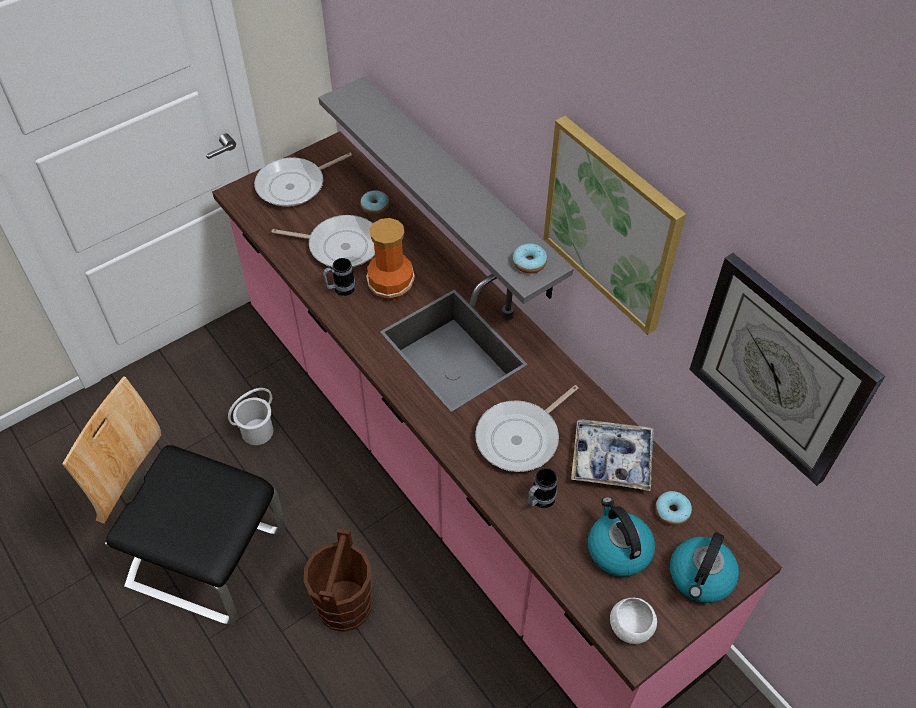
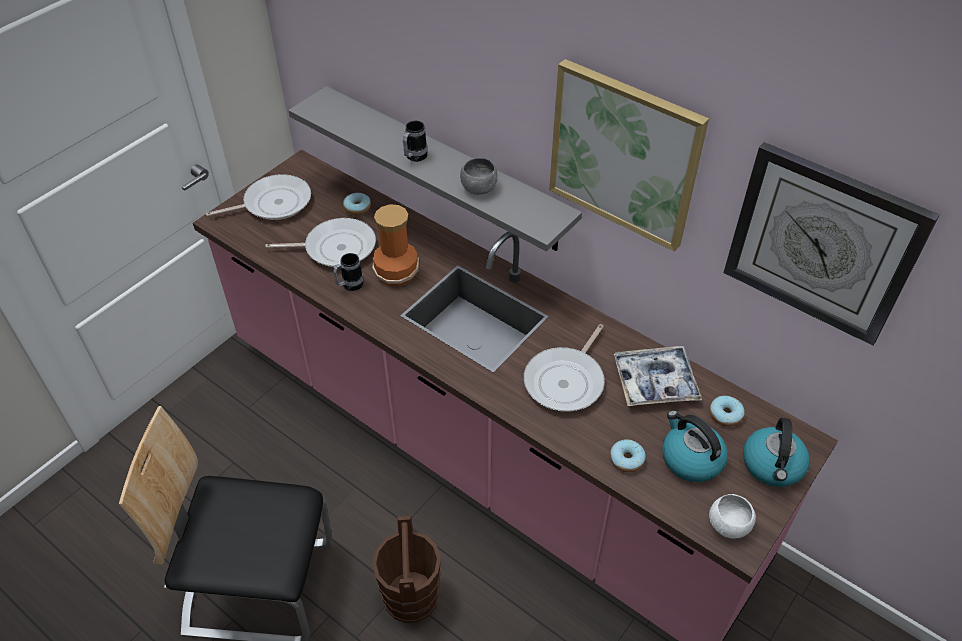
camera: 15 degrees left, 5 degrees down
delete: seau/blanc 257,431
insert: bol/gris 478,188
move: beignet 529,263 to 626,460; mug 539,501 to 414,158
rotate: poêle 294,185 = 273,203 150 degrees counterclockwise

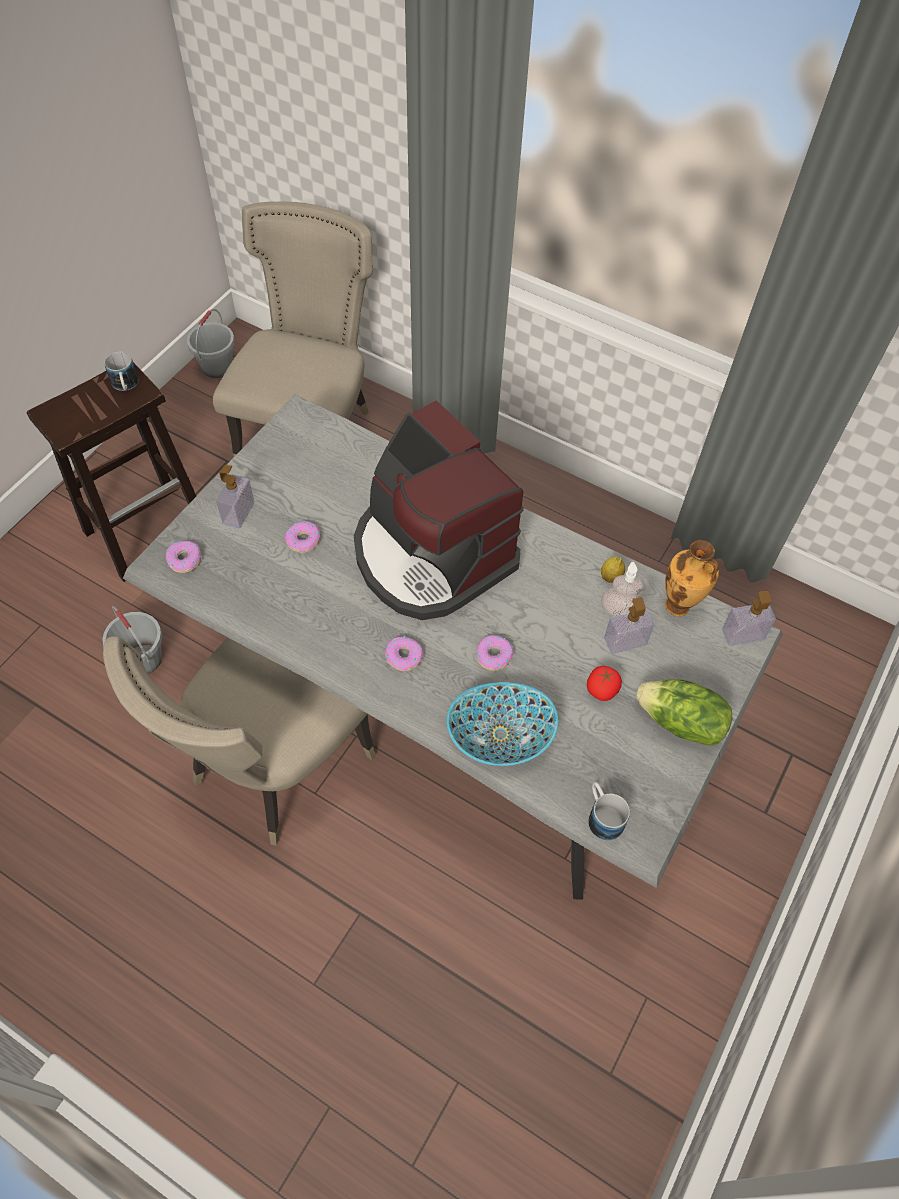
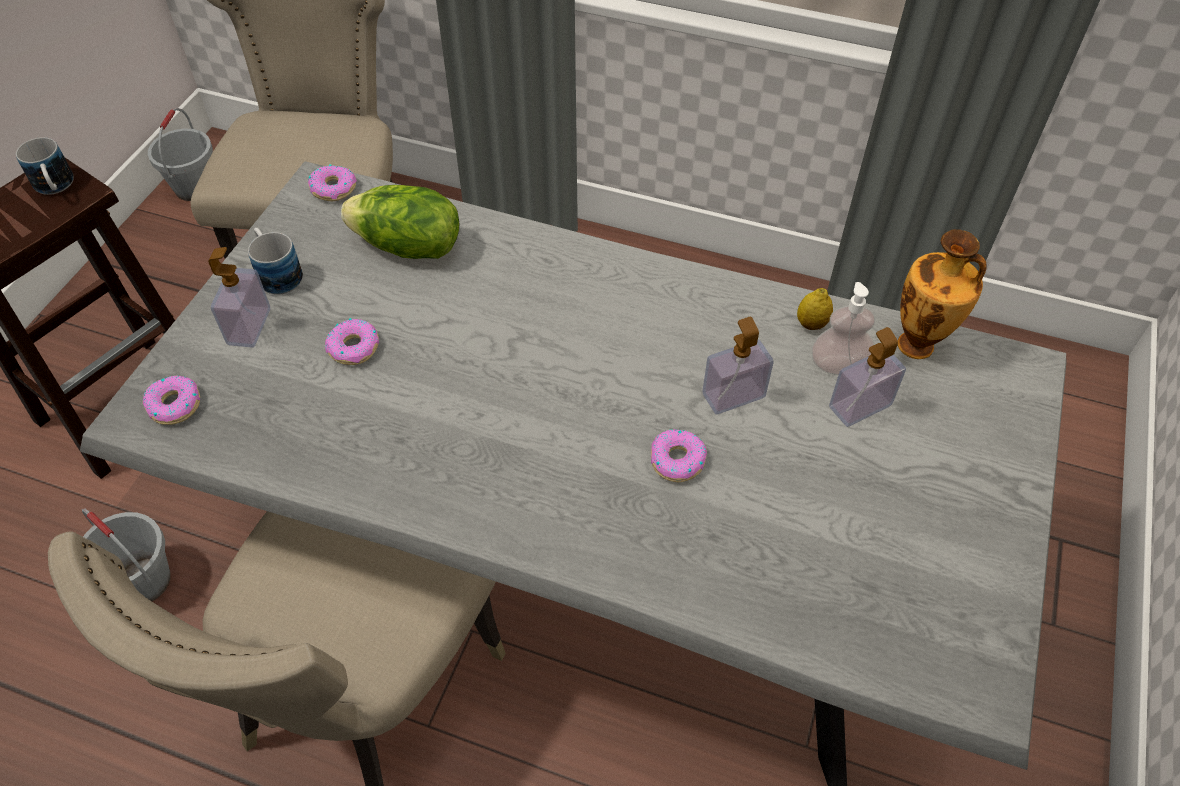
camera: 10 degrees left, 5 degrees down
delete: machine à café 431,555; bol 500,735; tomate 601,690
move: beignet 403,656 to 333,188; mug 602,815 to 277,273; laitue 680,723 to 408,247; distributeur de savon 742,634 to 733,395

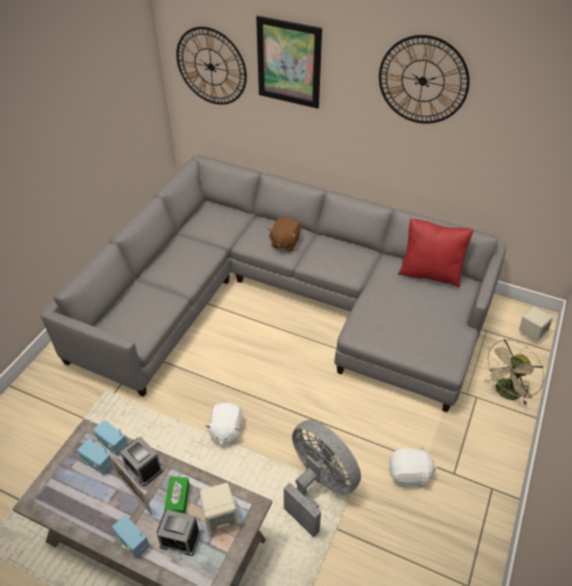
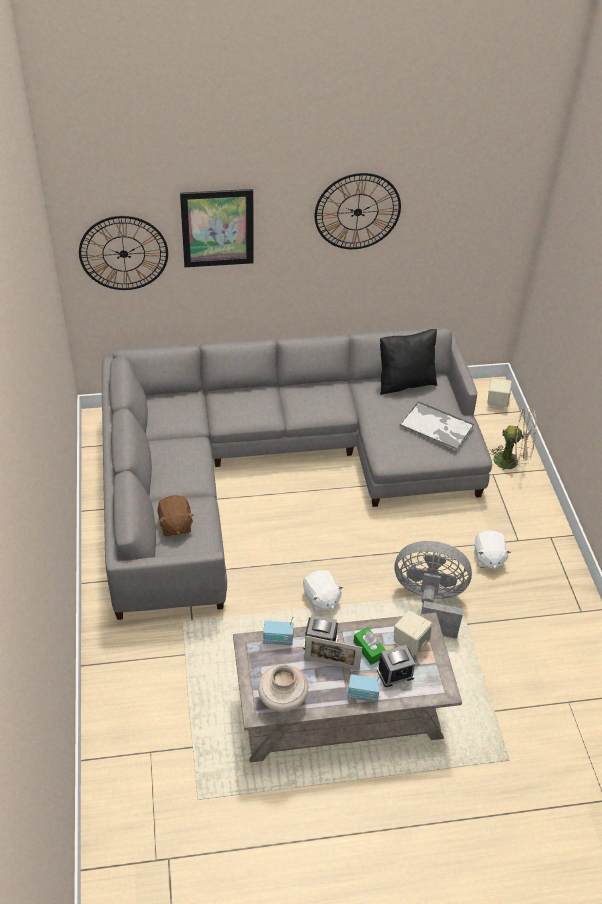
camera: 35 degrees left, 0 degrees up
delete: radio 98,463
insert: vase/beige 282,699; plateau 437,427
move: peluche/marron 284,242 to 175,525
recolor: coussin/rouge 430,273 to coussin/noir 405,382
rotate: peluche/blanc 409,475 = 488,558 120 degrees clockwise; ventilateur/beige 506,393 = 511,461 90 degrees counterclockwise

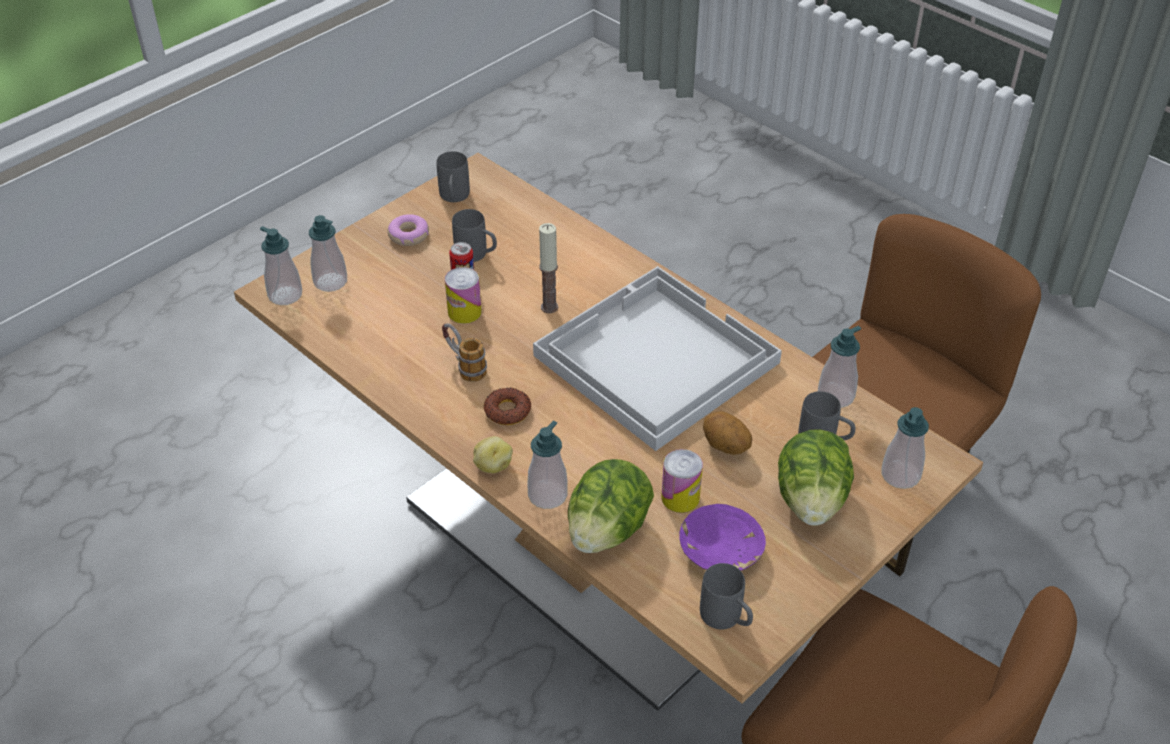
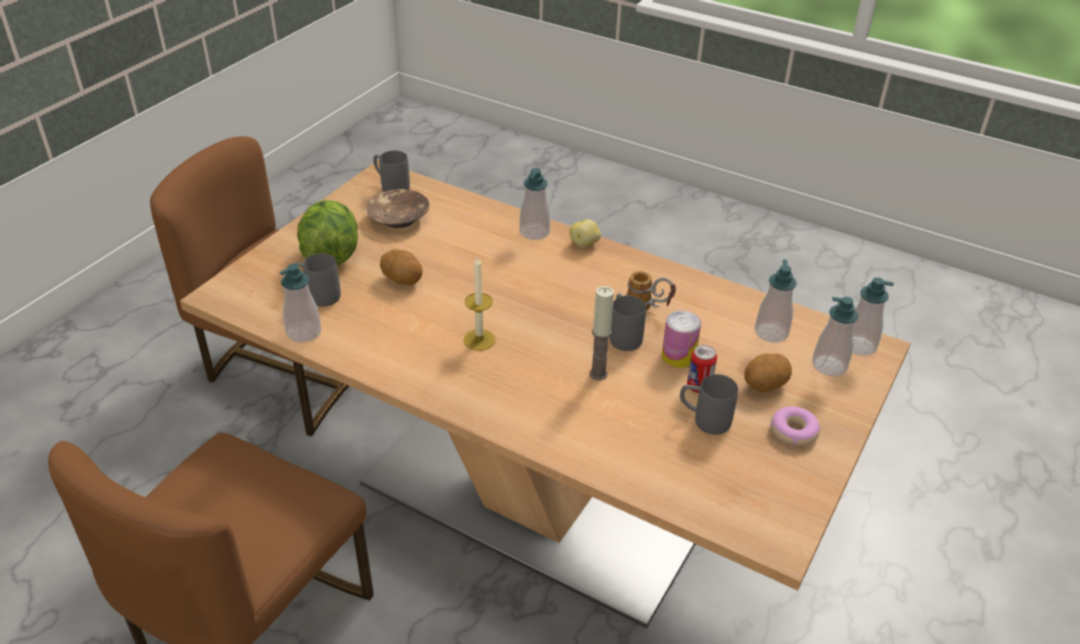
camera: 165 degrees right, 5 degrees down
delete: beignet 507,411; laitue 608,530; boîte métallique 680,497
insert: pomme de terre 764,385
move: mug/gris 454,198 to 623,335; distributeur de savon 900,475 to 771,332
replace: plateau/blanc 653,359 to bougie 479,340
recolor: bol/violet 720,551 to bol/marron 399,218

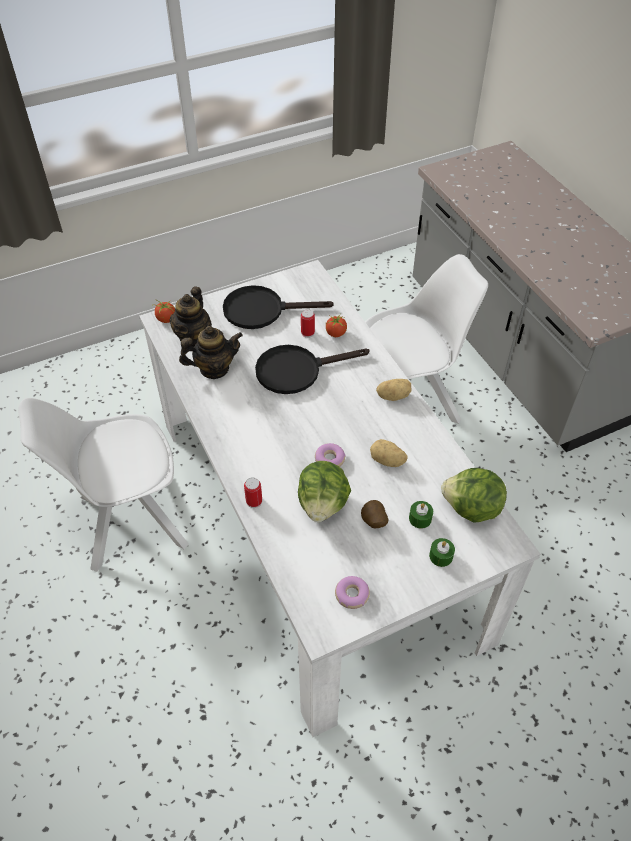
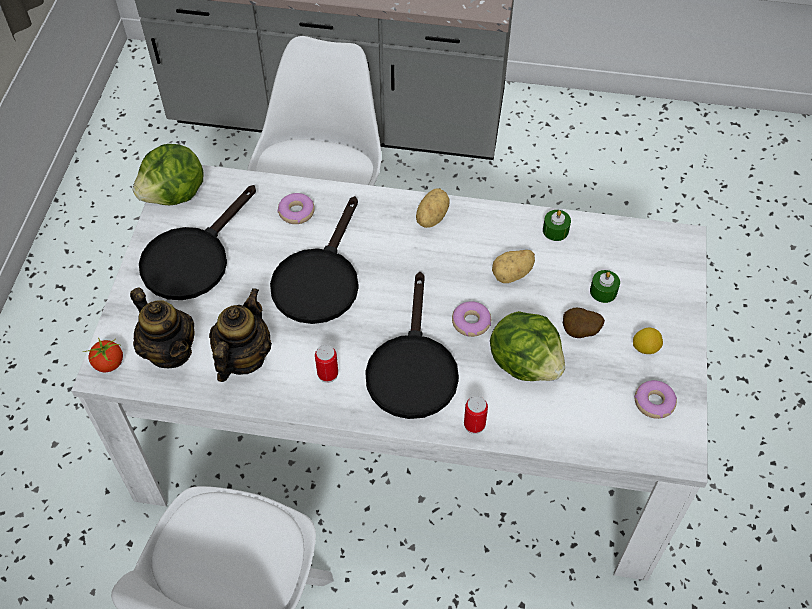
camera: 55 degrees left, 5 degrees up
insert: poêle/noir 412,367; citron 645,348
move: boîte métallique 307,333 to 328,374; bougie/vert 441,556 to 555,230; laitue 471,509 to 175,195
replace: tomate 335,333 to beignet 296,212

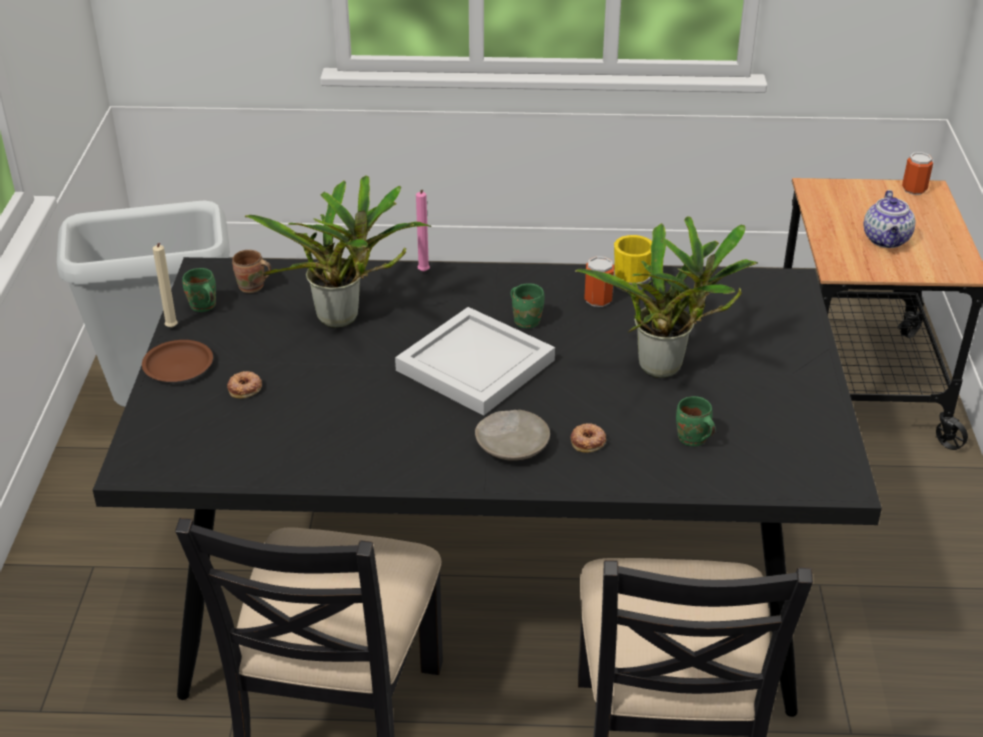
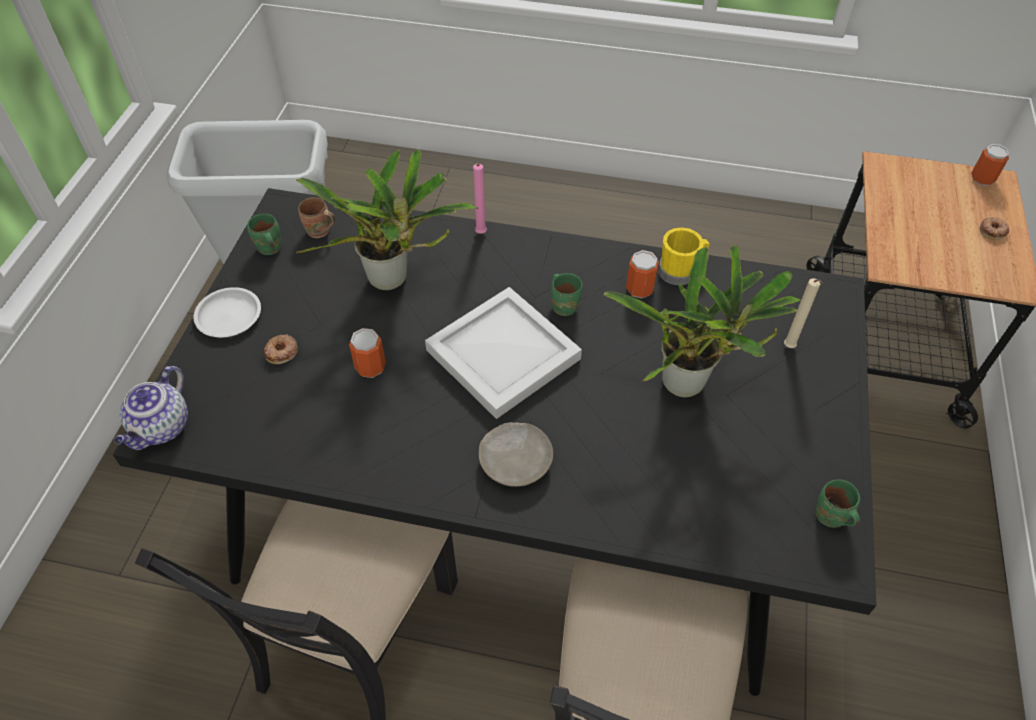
camera: 10 degrees right, 15 degrees up
insert: boîte métallique 370,367
move: bougie/beige 172,328 to 789,348; beignet 588,441 to 993,230; mug/vert 692,440 to 830,518; théière 886,240 to 161,428
recolor: assiette/marron 179,366 to assiette/blanc 229,316

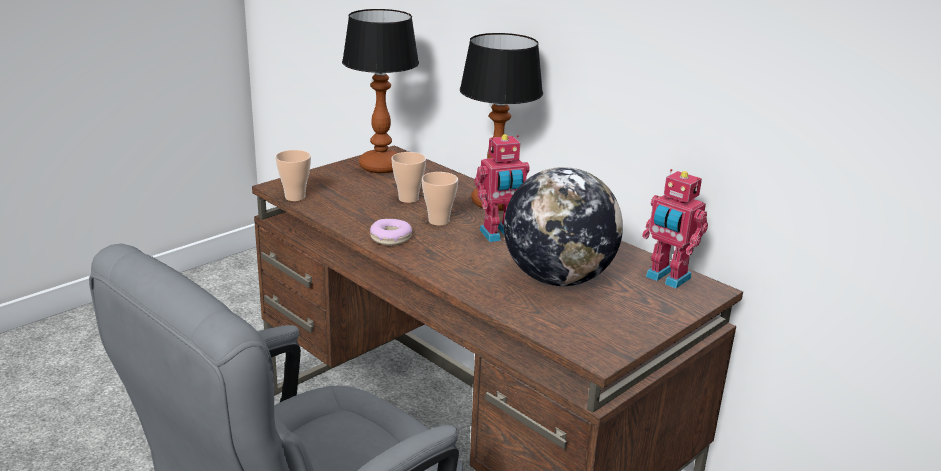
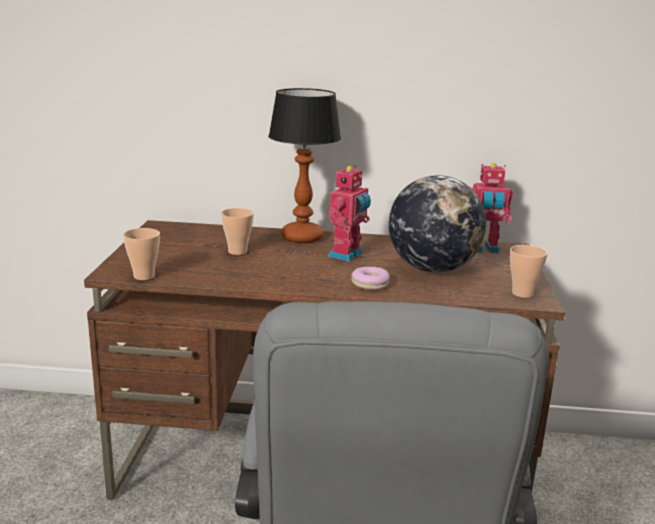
camera: 40 degrees left, 5 degrees down
delete: lampe de table 380,166
move: beignet 391,238 to 370,284; tasse 438,221 to 522,293

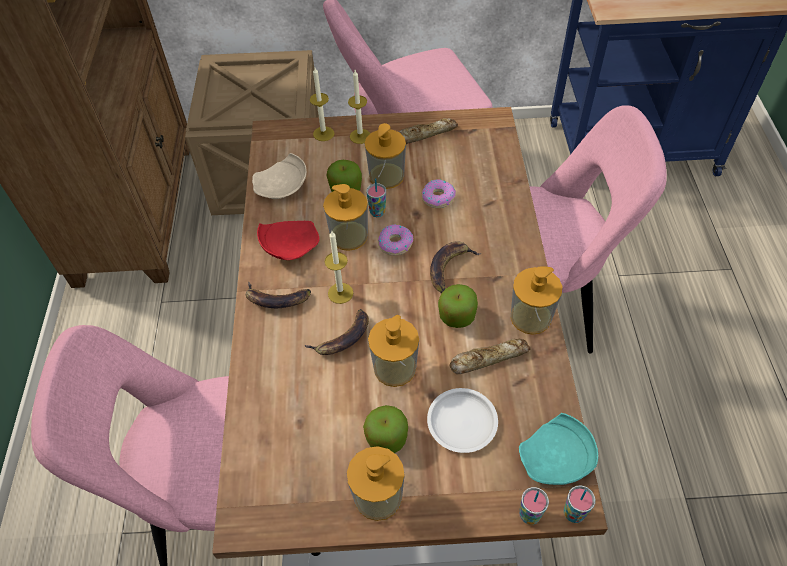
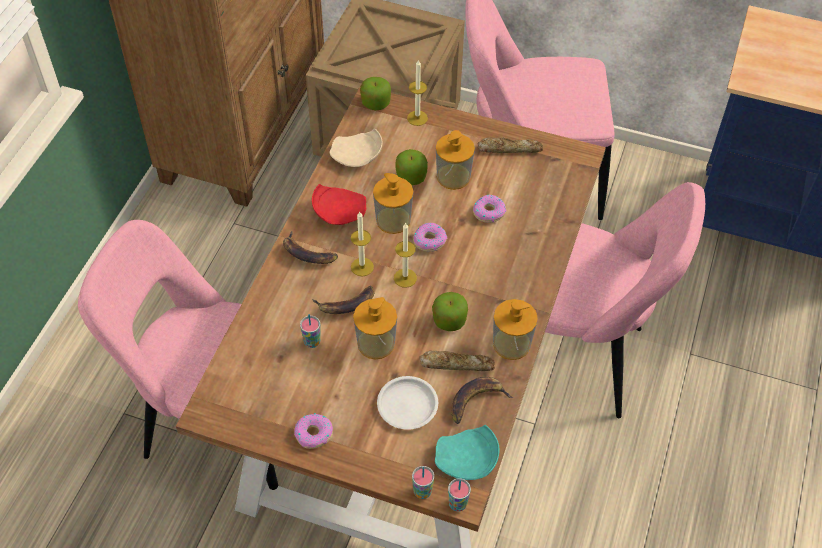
camera: 20 degrees right, 0 degrees up
move: bougie 360,136 to 405,278; pomme 386,438 to 375,103; tasse 377,212 to 312,342; banane 450,268 to 476,401
replace: distributeur de savon 378,496 to beignet 314,434

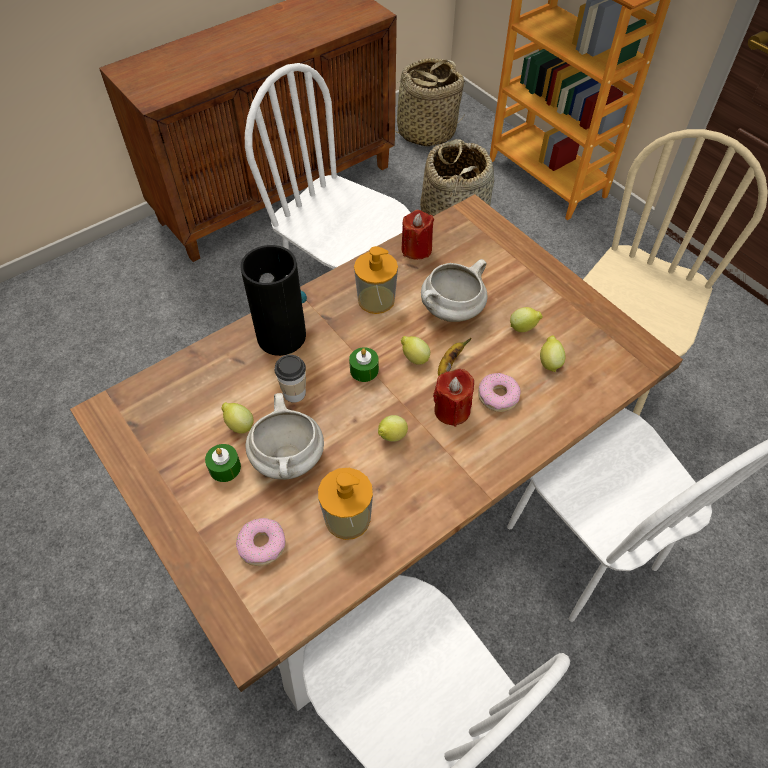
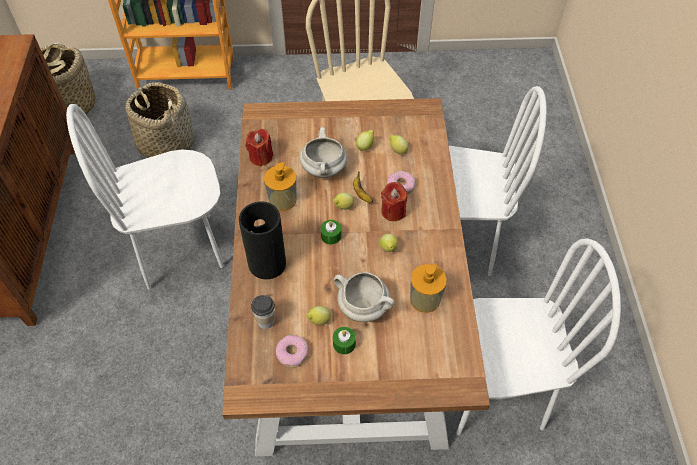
camera: 55 degrees left, 0 degrees up
move: beignet 262,545 to 292,353; tasse 294,393 to 265,321

